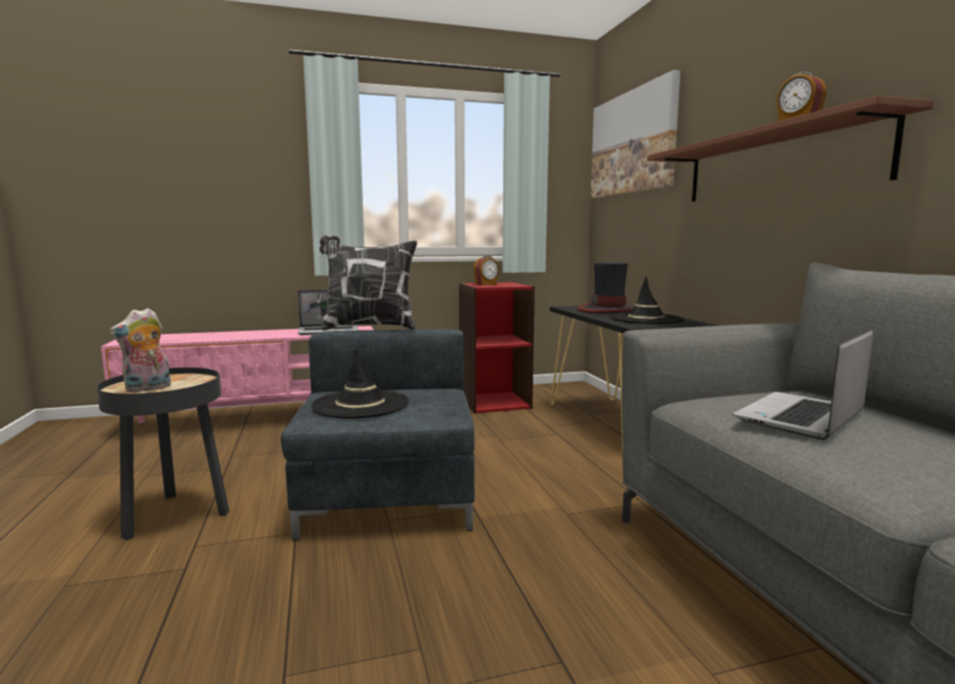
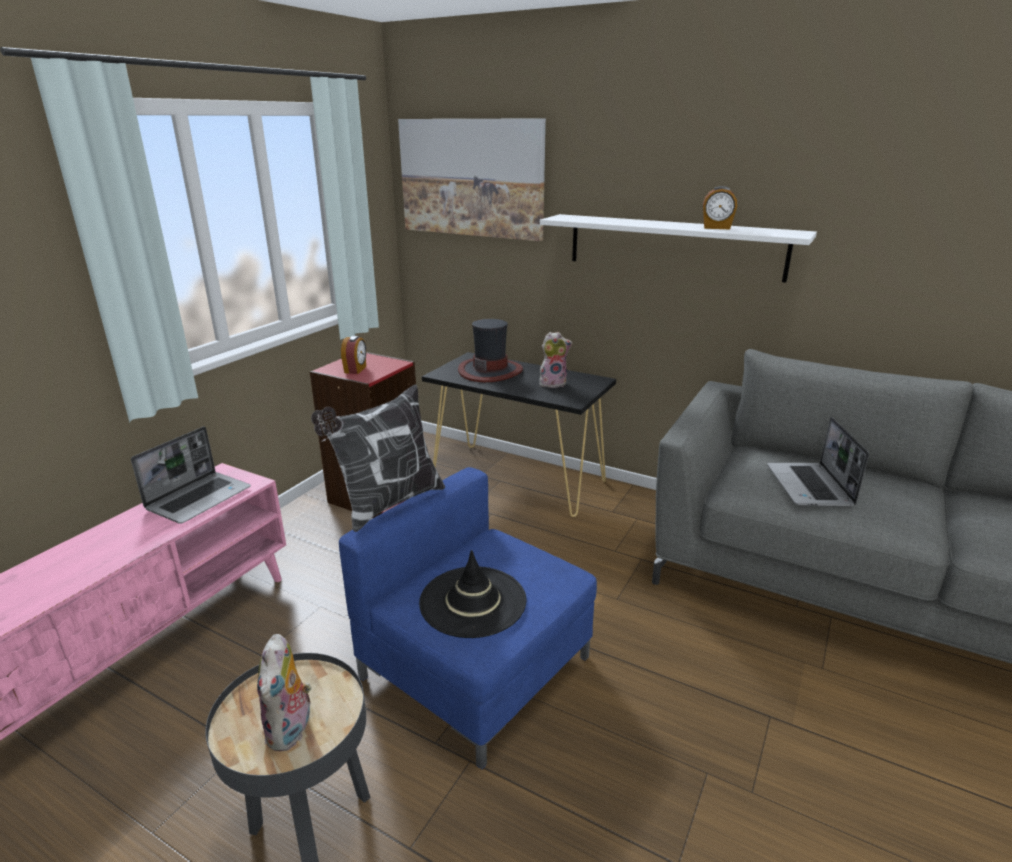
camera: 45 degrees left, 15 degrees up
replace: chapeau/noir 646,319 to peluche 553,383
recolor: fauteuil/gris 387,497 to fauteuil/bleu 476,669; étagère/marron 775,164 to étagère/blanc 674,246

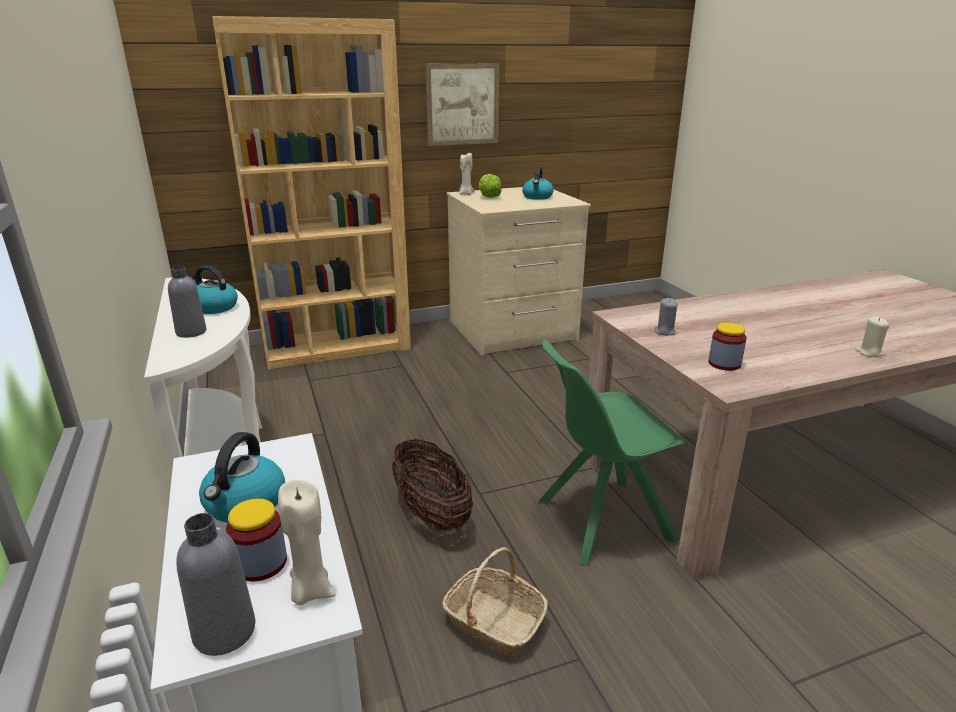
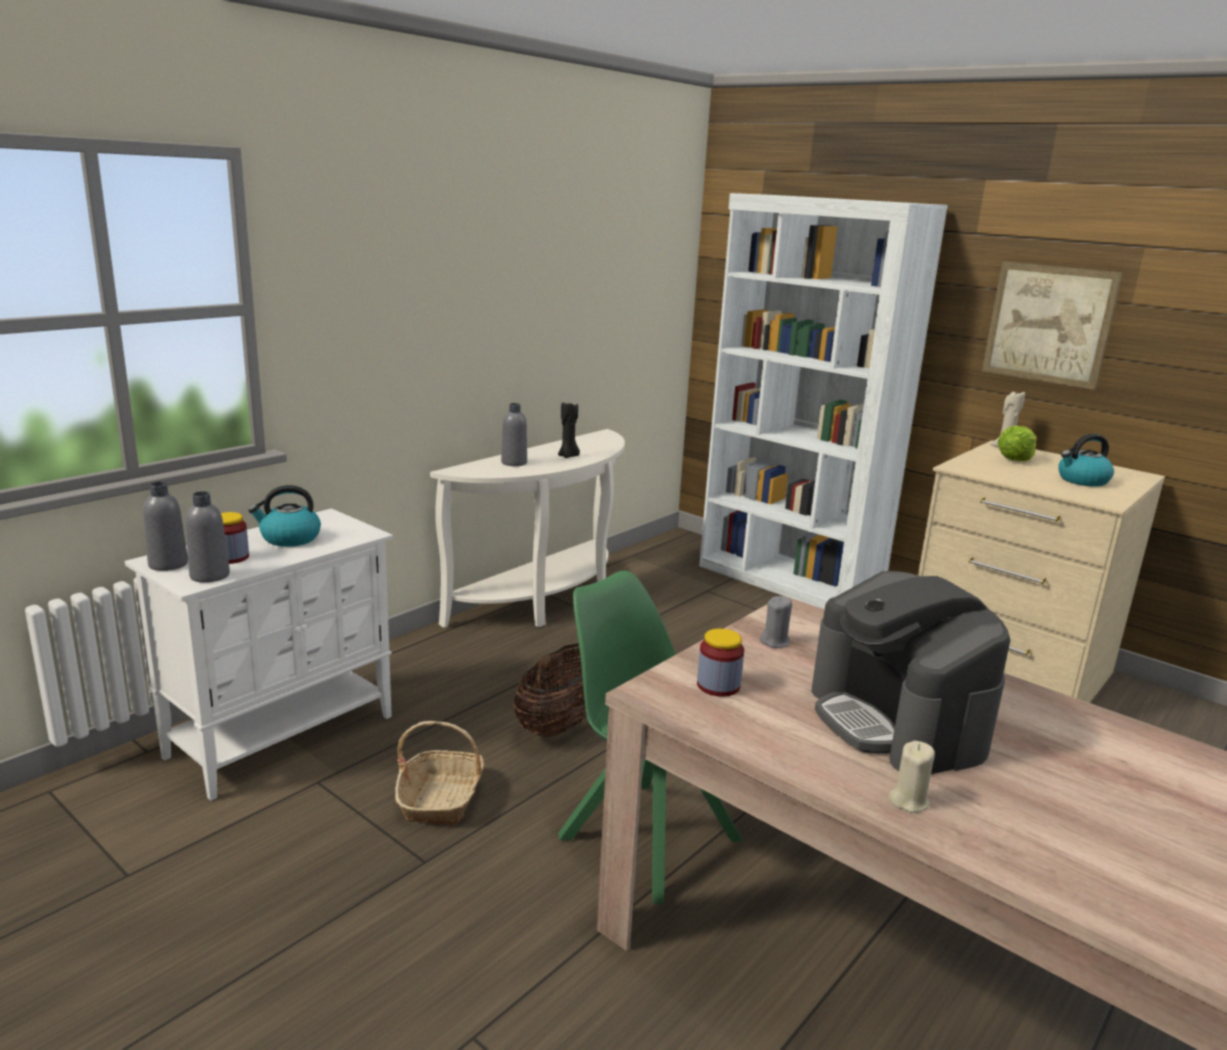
camera: 60 degrees right, 5 degrees down
insert: machine à café 897,721
replace: bouilloire 214,307 to bougie/noir 568,456; bougie/beige 310,591 to bouteille/gris 210,575
recolor: bibliothèque/marron 337,347 to bibliothèque/blanc 789,581

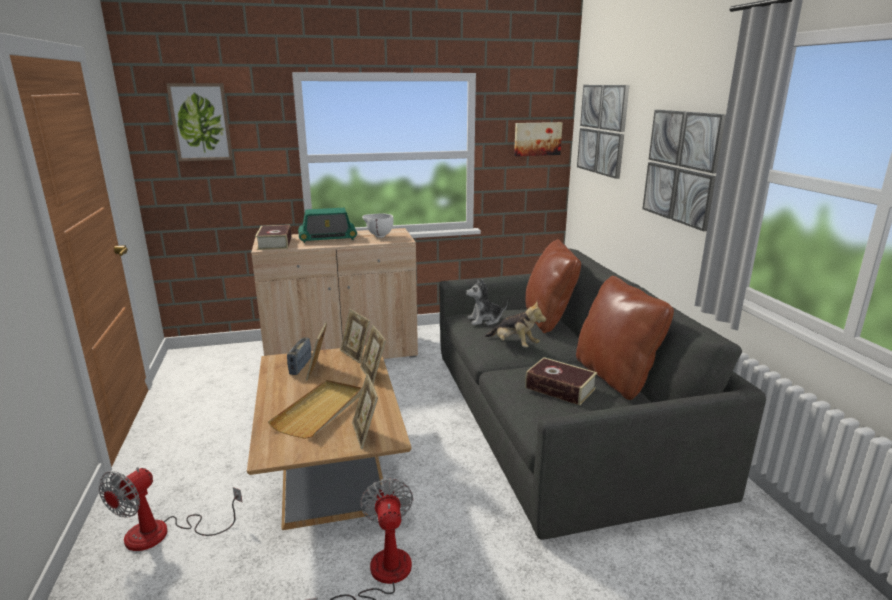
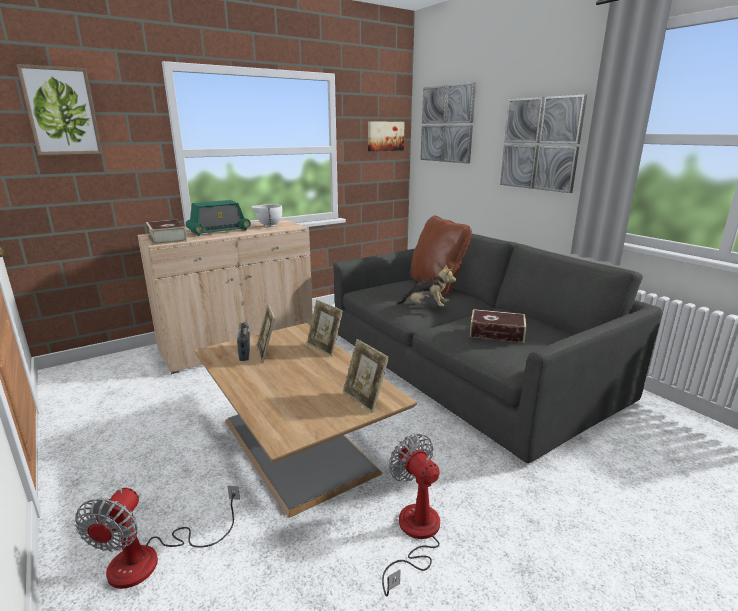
camera: 20 degrees left, 0 degrees up
delete: plateau/beige 320,411; cadre photo 356,355; peluche 485,320; coussin/marron 615,377

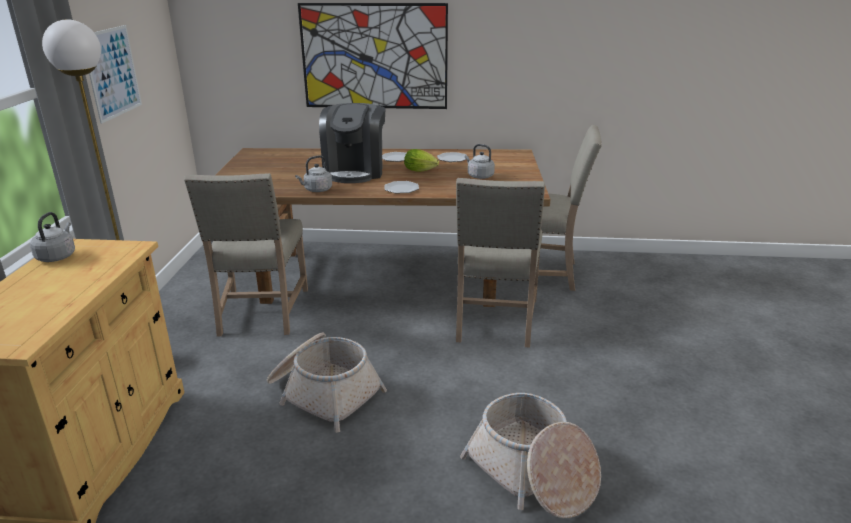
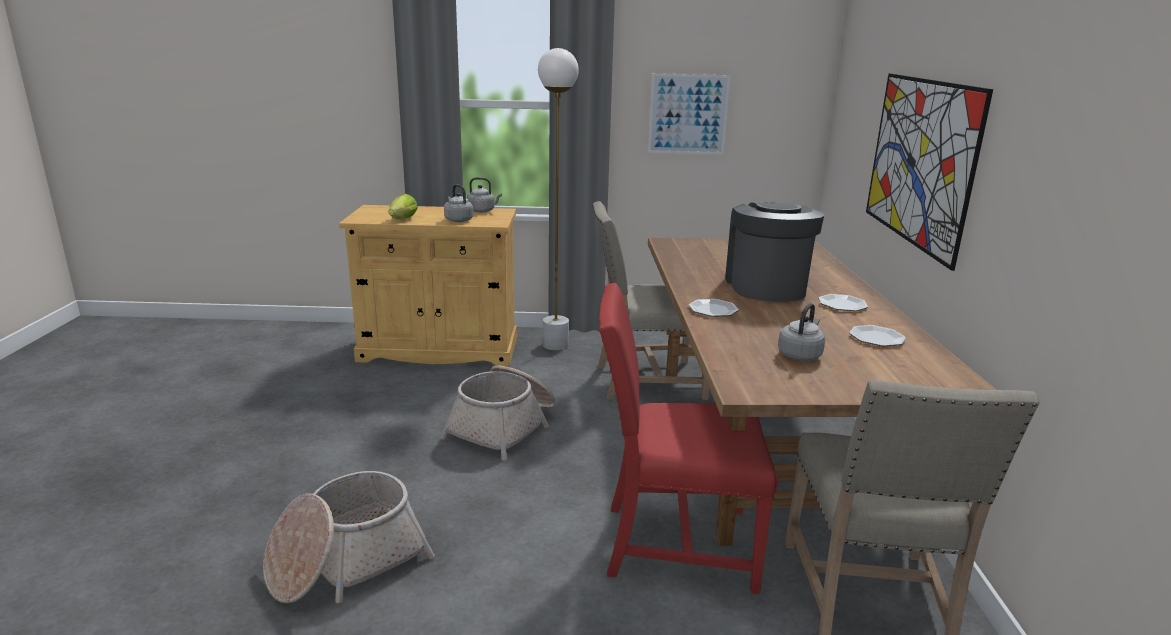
camera: 85 degrees right, 5 degrees down
move: bouilloire/gris 316,190 to 458,220; laitue 422,171 to 402,220
recolor: chaise/beige 494,321 to chaise/rouge 673,544
rotate: machine à café 355,171 = 766,286 90 degrees clockwise

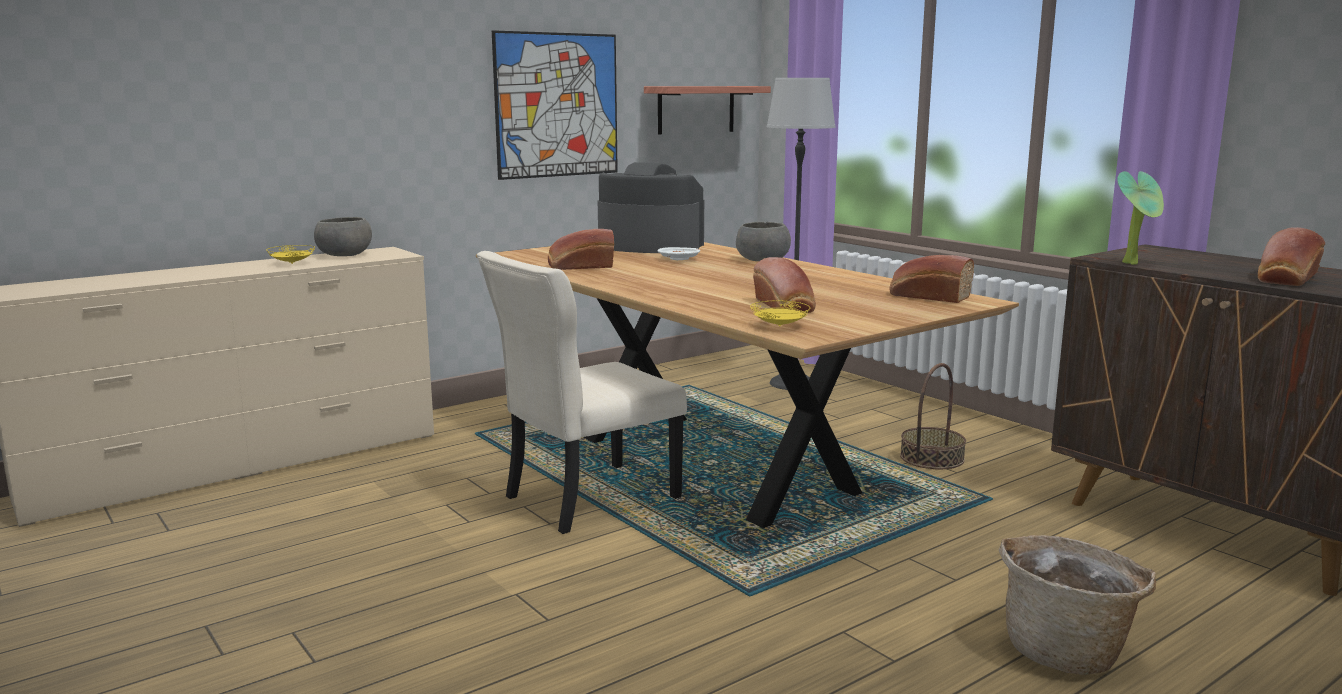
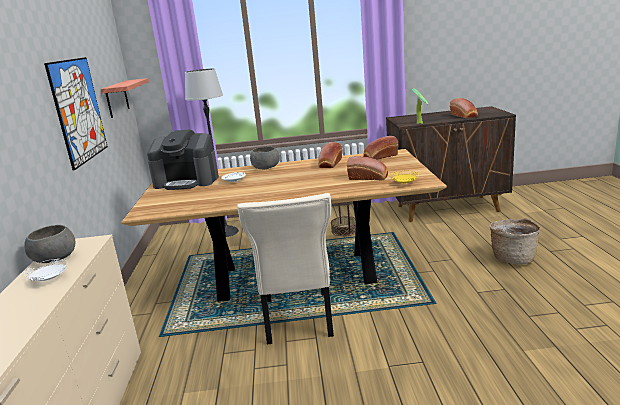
camera: 55 degrees left, 5 degrees up
move: pain 580,266 to 330,164
recolor: assiette/jaune 291,263 to assiette/blanc 49,279
rotate: machine à café 650,246 = 187,181 135 degrees counterclockwise

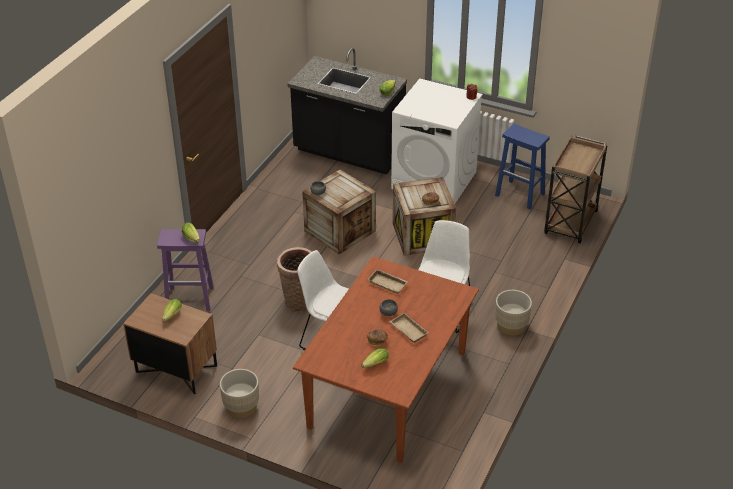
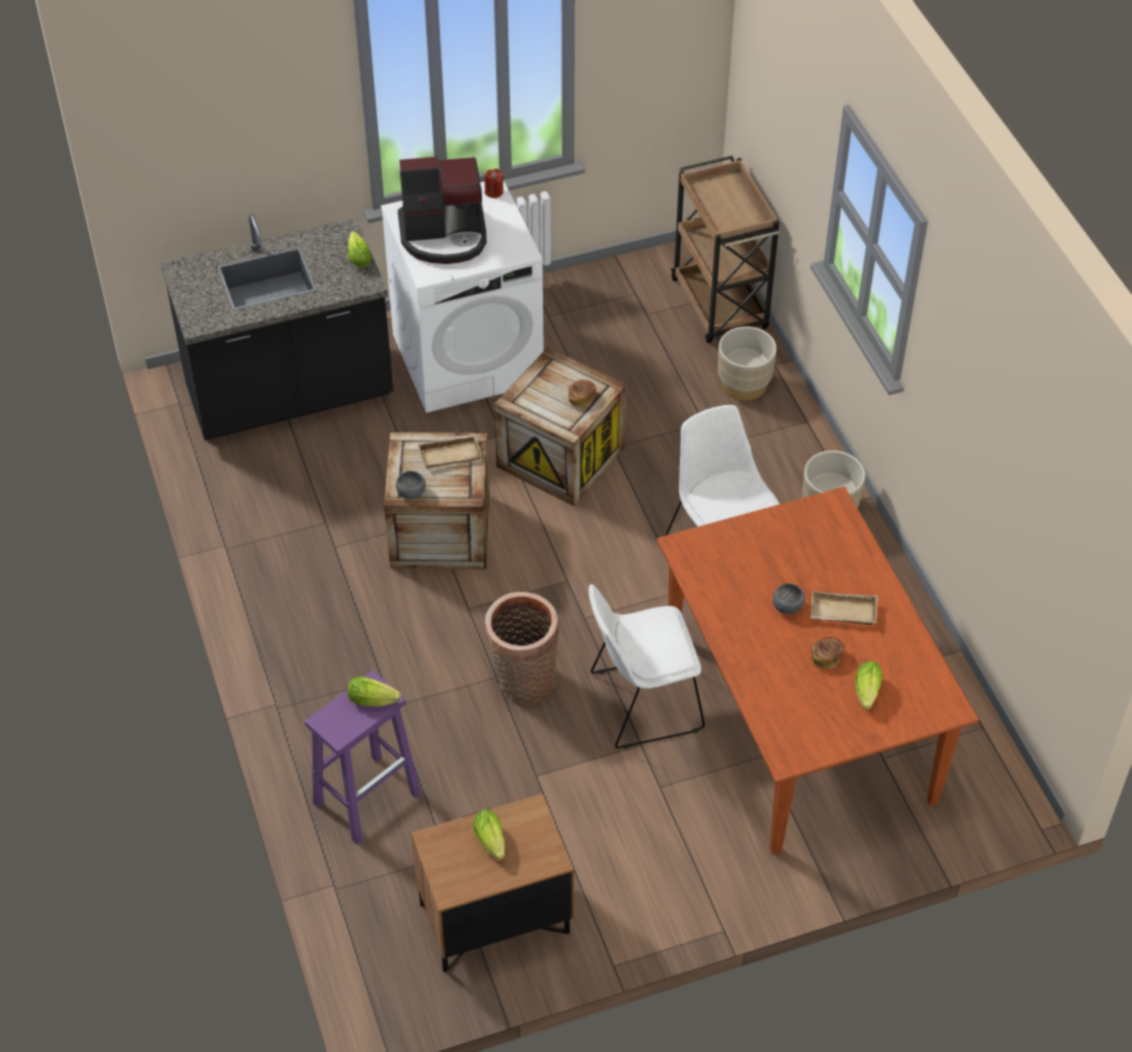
camera: 45 degrees left, 10 degrees up
delete: tabouret/bleu 520,195
insert: machine à café 444,236
move: cache-pot/beige 241,407 to 744,384; plateau/beige 388,283 to 450,453

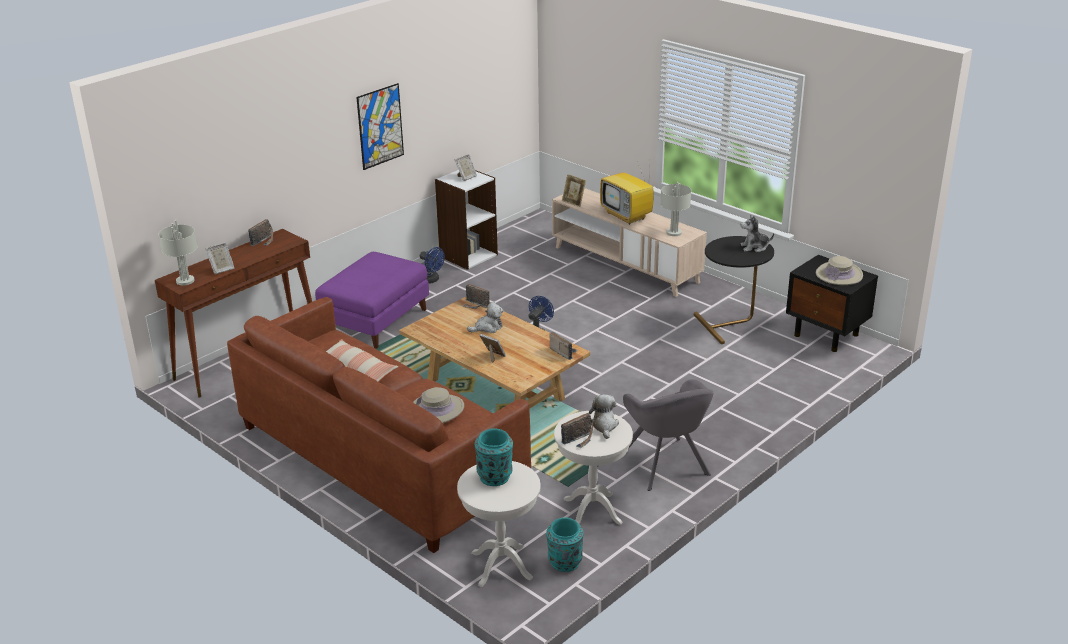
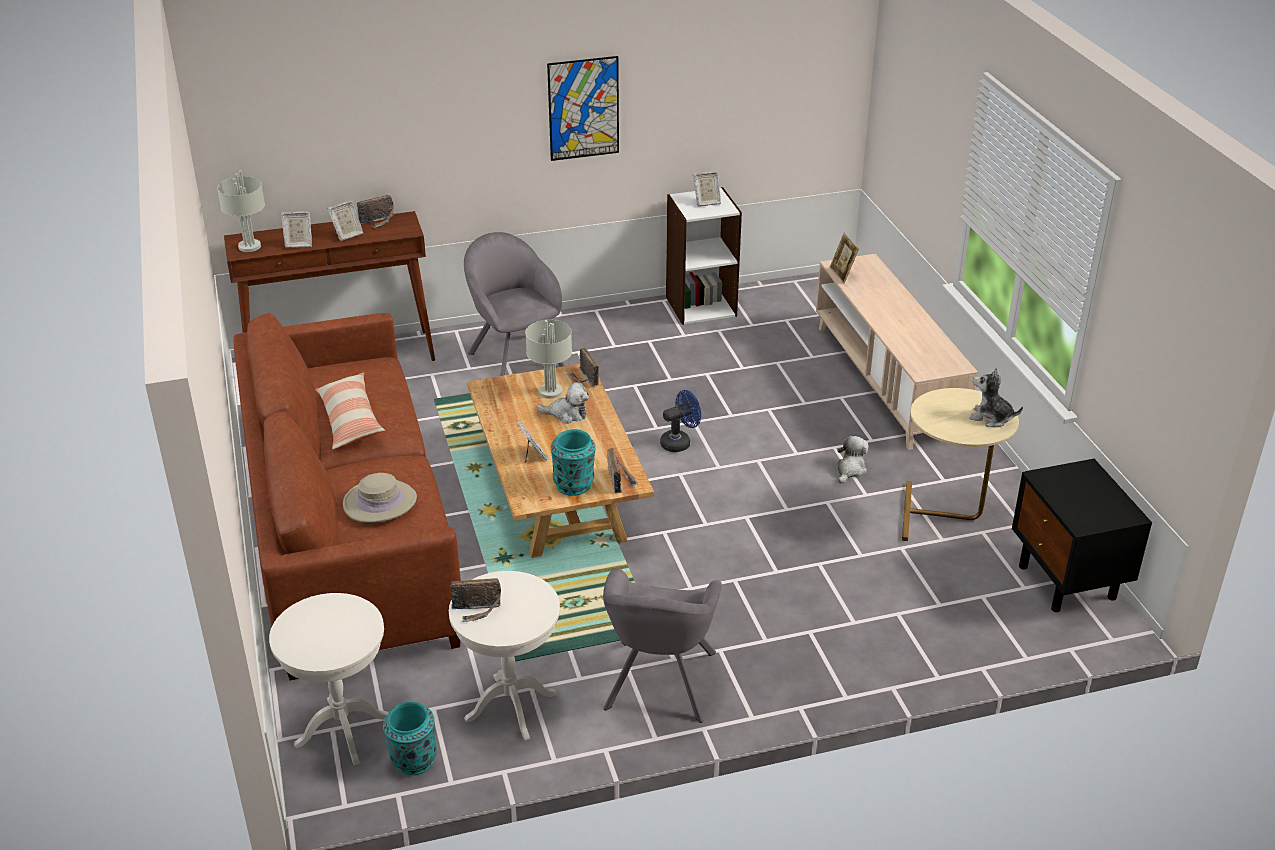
camera: 30 degrees right, 5 degrees up
delete: ventilateur/bleu 431,280; téléviseur 627,216; chapeau/beige 839,274
insert: cadre photo 347,235
move: vase/turquoise 494,476 to 574,484; peluche 604,425 to 850,470; lampe de table/gris 673,232 to 550,391
replace: pouf/violet 375,320 to fauteuil/gris 514,357
recolor: table d'appoint/noir 732,324 to table d'appoint/beige 946,517

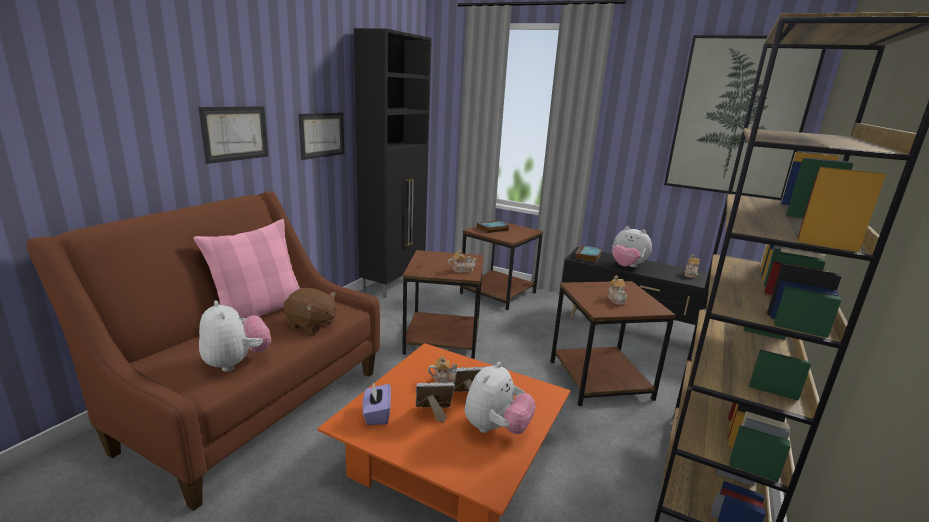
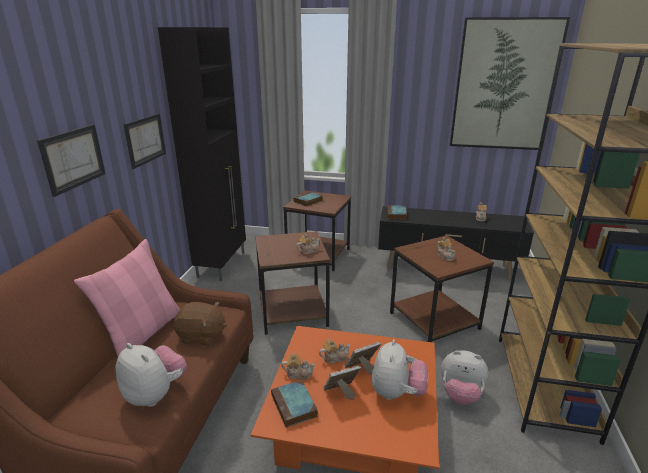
camera: 15 degrees left, 5 degrees up
insert: théière 298,374
move: peluche 627,266 to 460,395
replace: boîte à mouchoirs/violet 377,414 to livre 294,406

